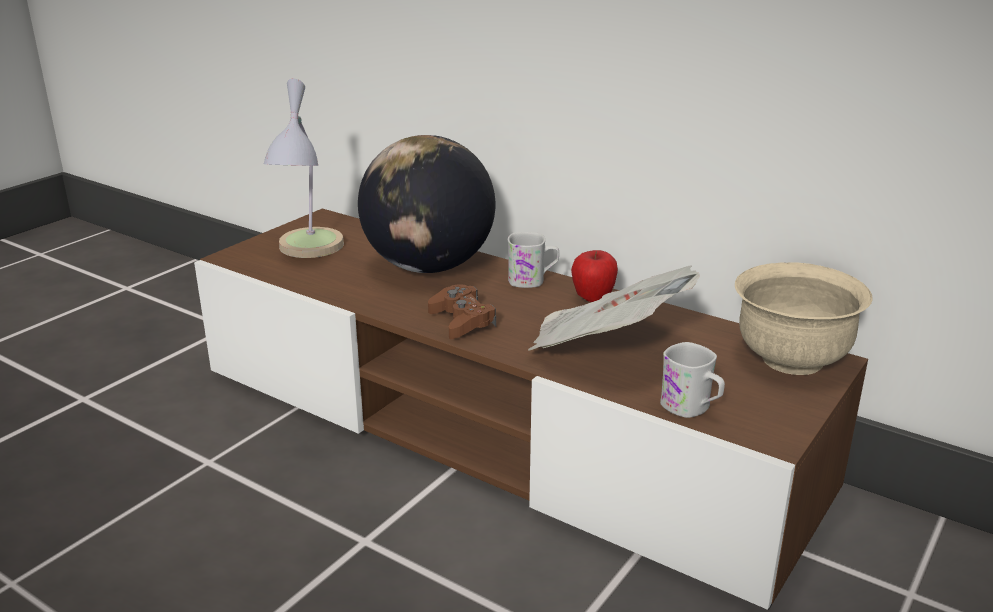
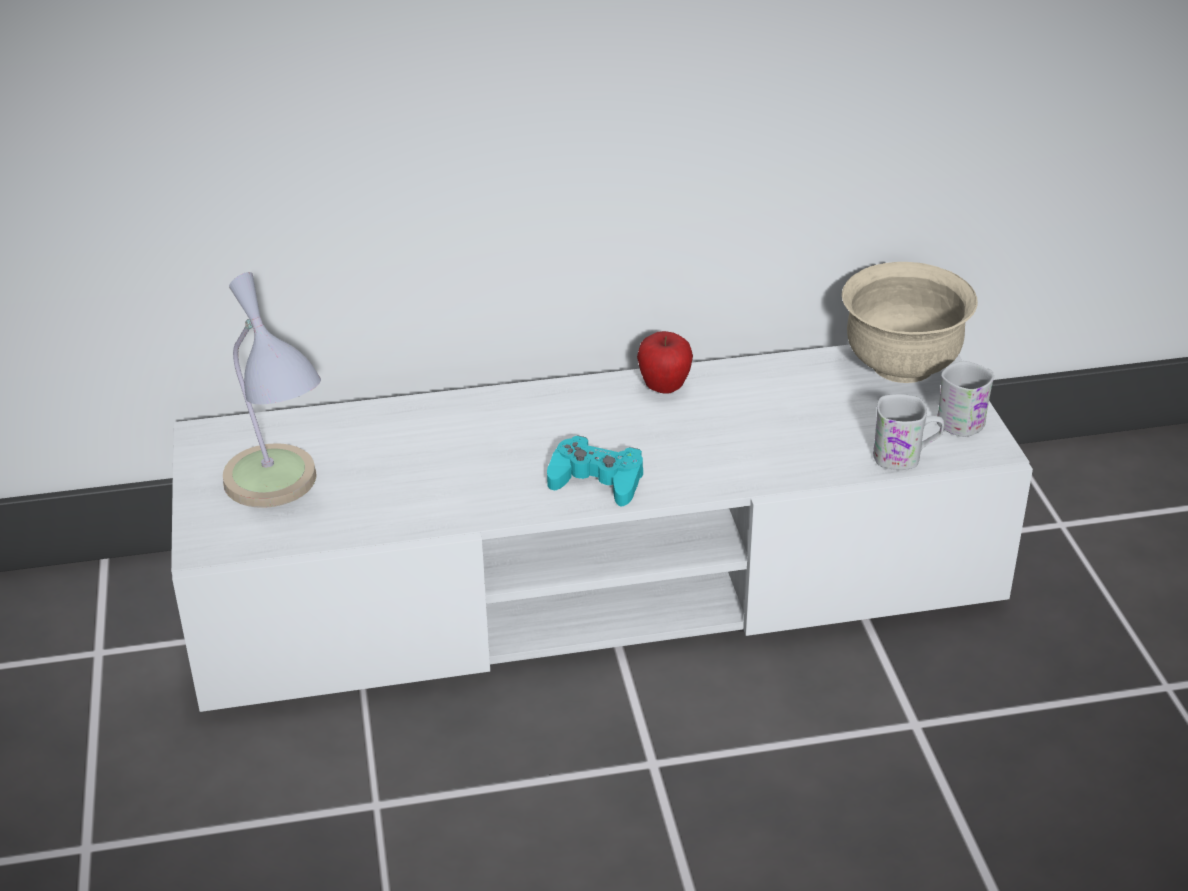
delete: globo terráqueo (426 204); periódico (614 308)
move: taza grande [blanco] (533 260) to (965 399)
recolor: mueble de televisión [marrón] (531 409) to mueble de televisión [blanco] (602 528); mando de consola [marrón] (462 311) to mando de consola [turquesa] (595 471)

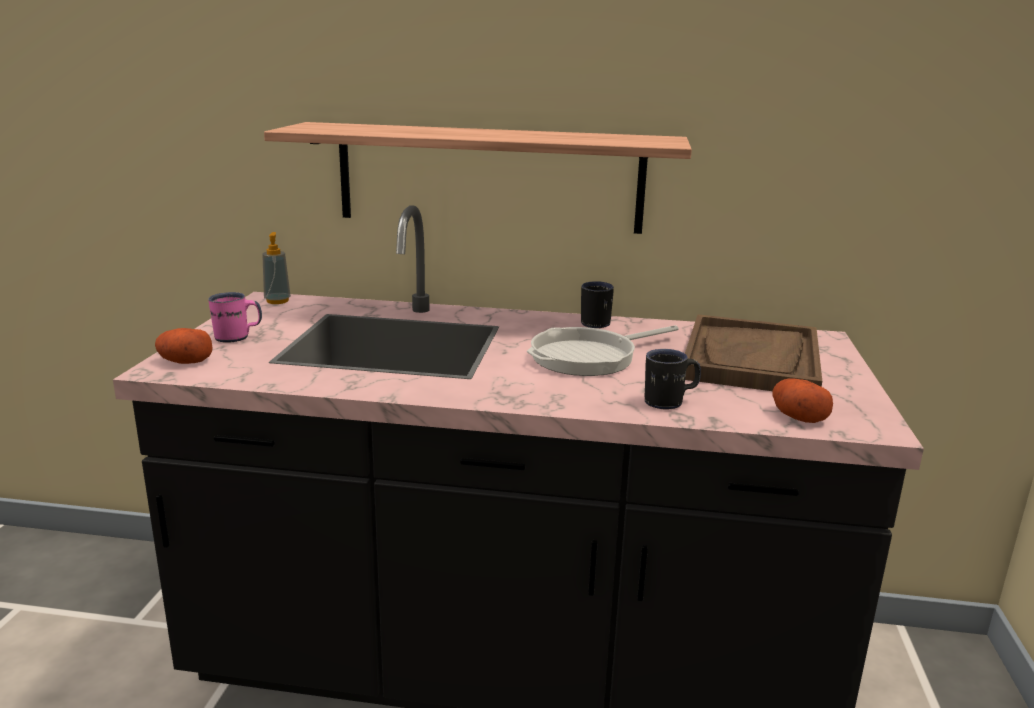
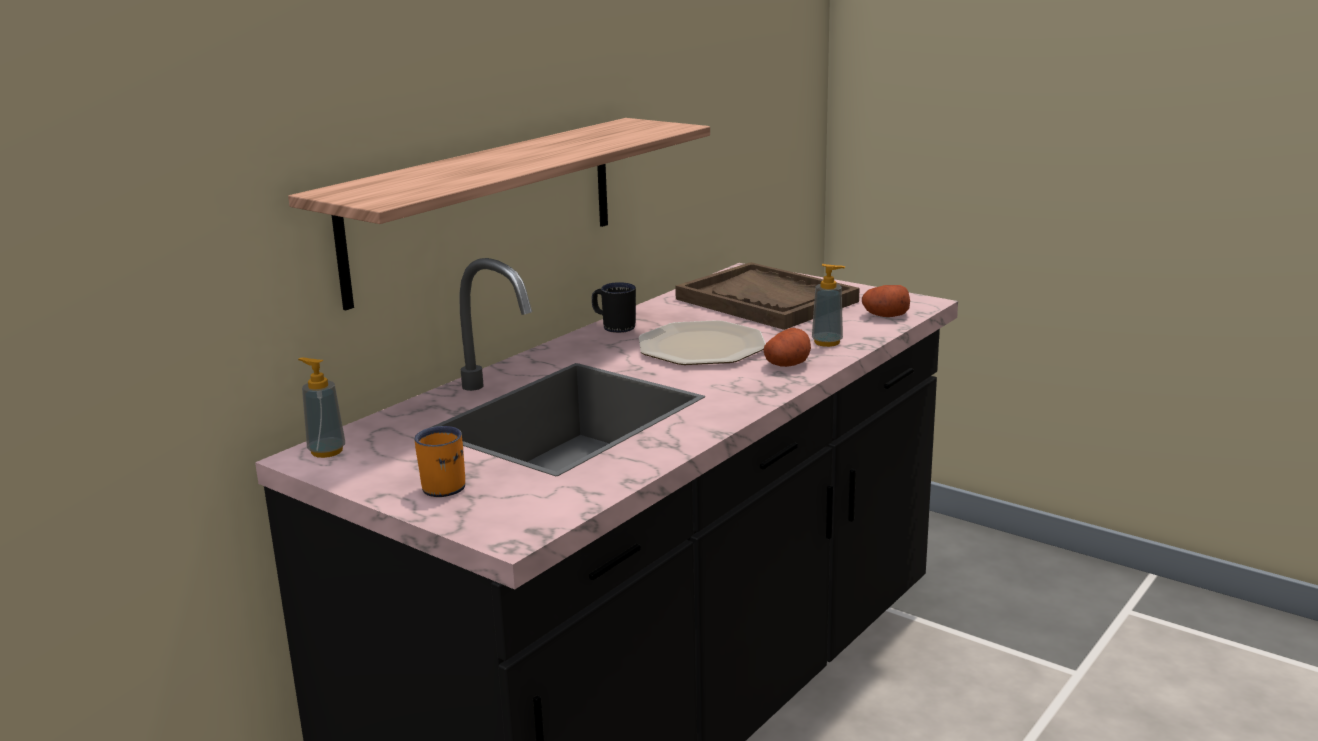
move: patata (184 346) to (787 347)
replace: sartén (603 350) to plato (702 342); taza grande [negro] (673 379) to dispensador de jabón (828 305)
recolor: taza grande [rosa] (235 317) to taza grande [naranja] (439 461)

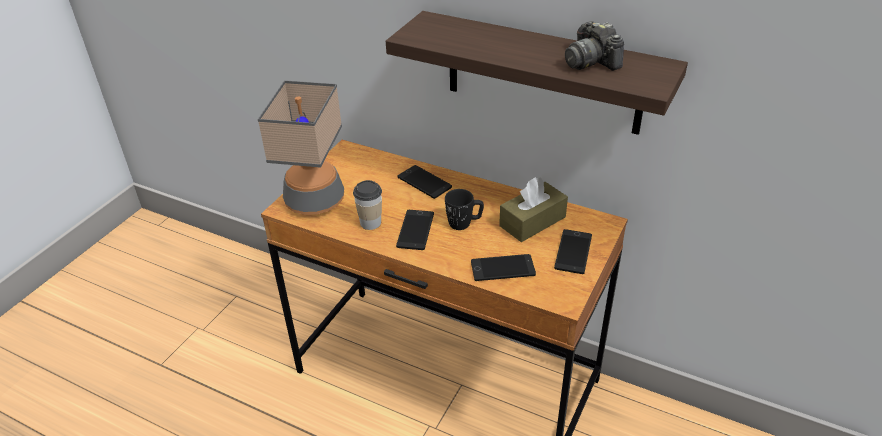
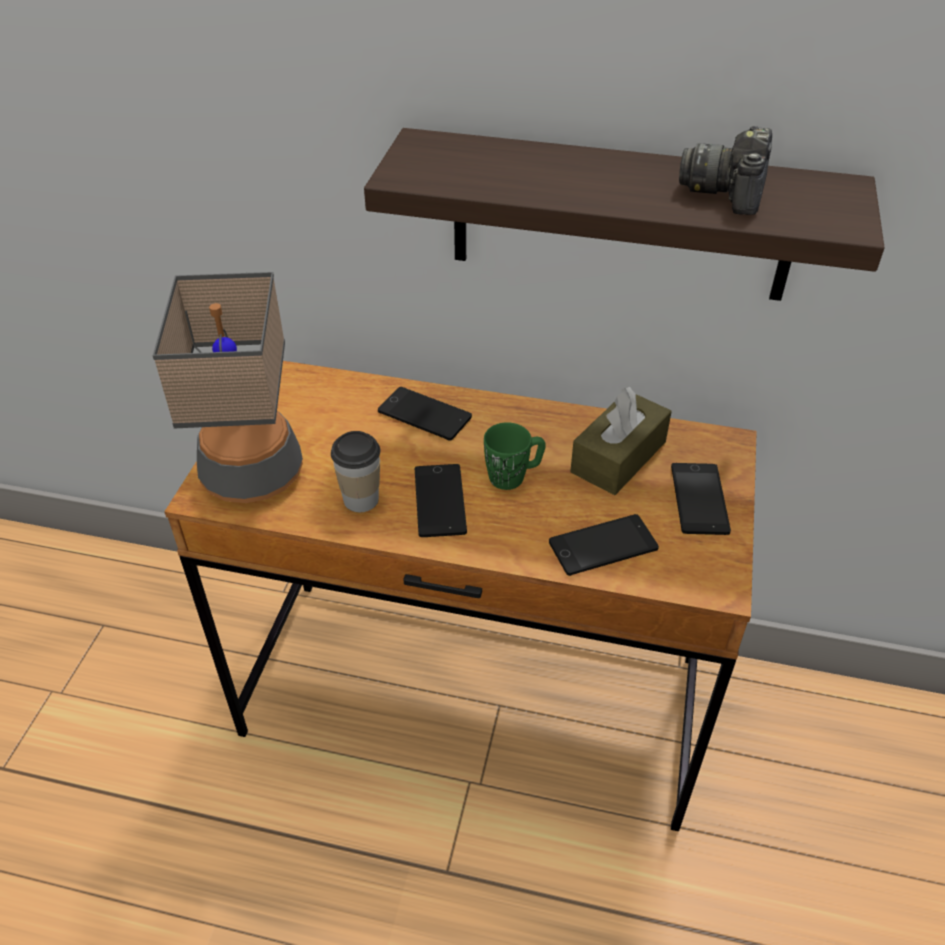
recolor: taza grande [negro] (464 209) to taza grande [verde] (515 456)
rotate: cámara (594 46) = (725 170) 60 degrees clockwise

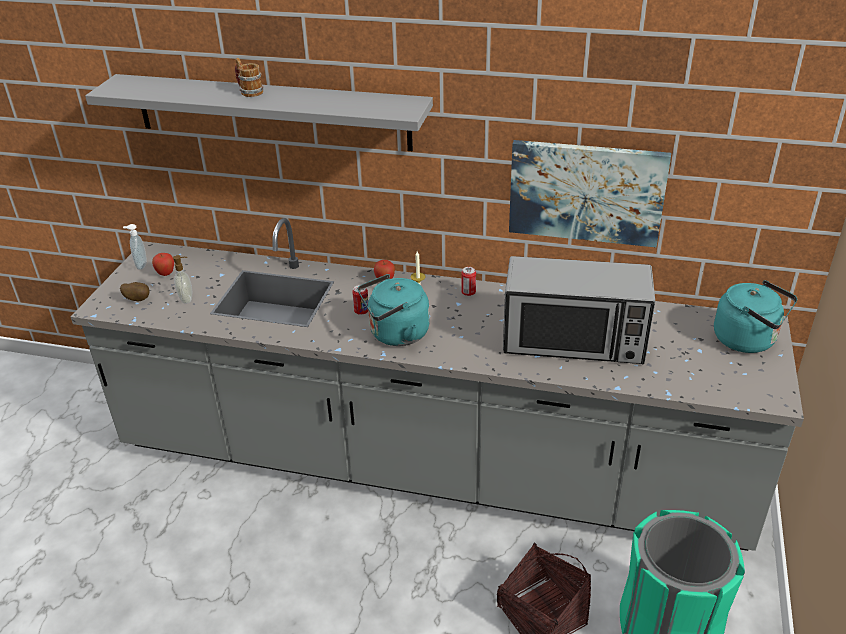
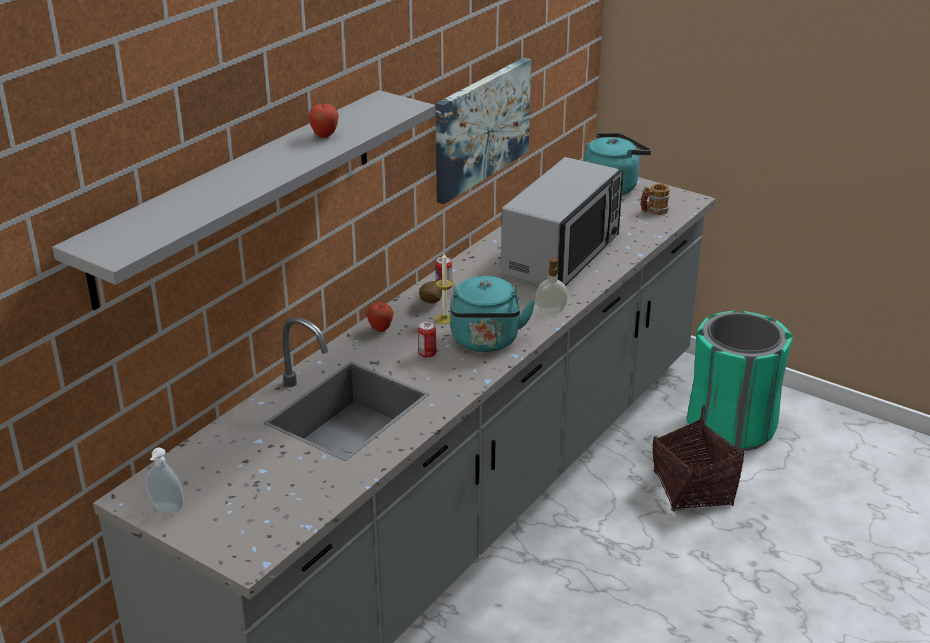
move: patata (135 291) to (430 292); manzana (163 264) to (324 121); dispensador de jabón (183 279) to (551 285); taza grande (249 77) to (655 199)

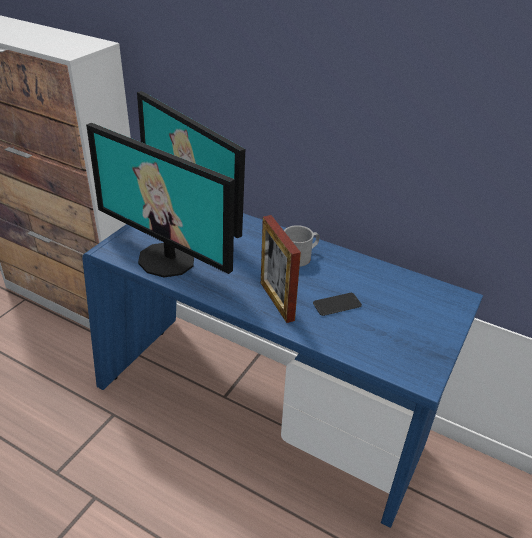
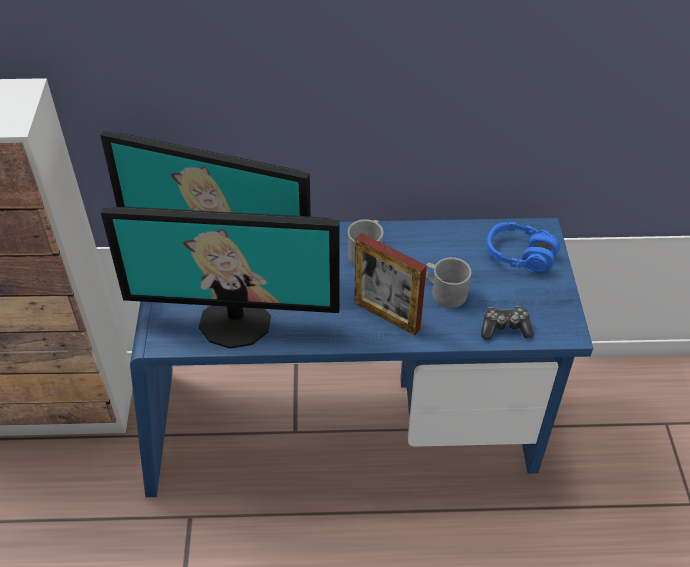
insert: mando de consola (507 323); auriculares [azul] (523 247)
replace: móvil (337 304) to taza grande [gris] (449 282)

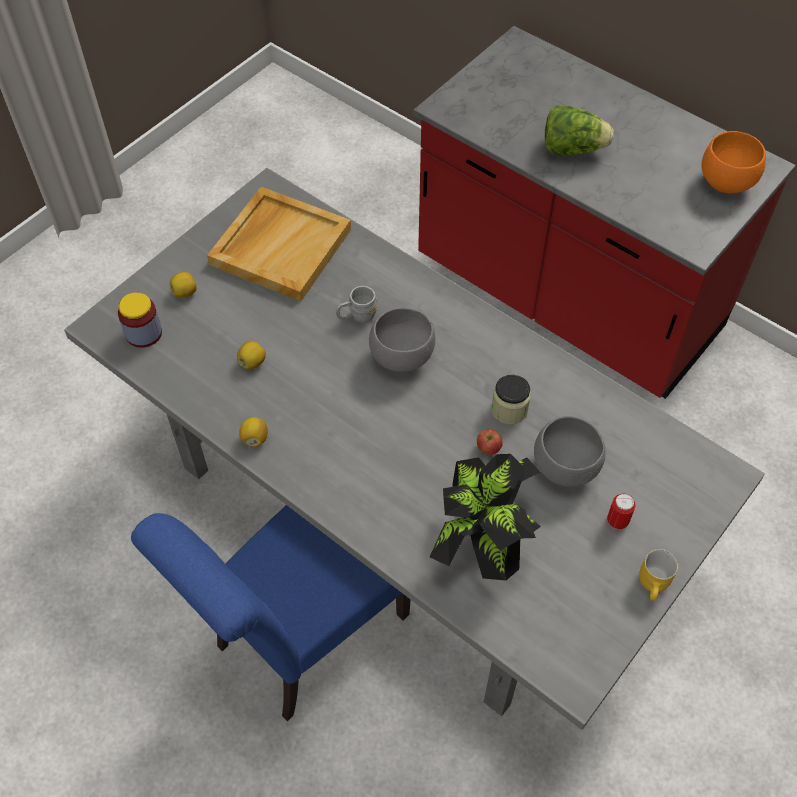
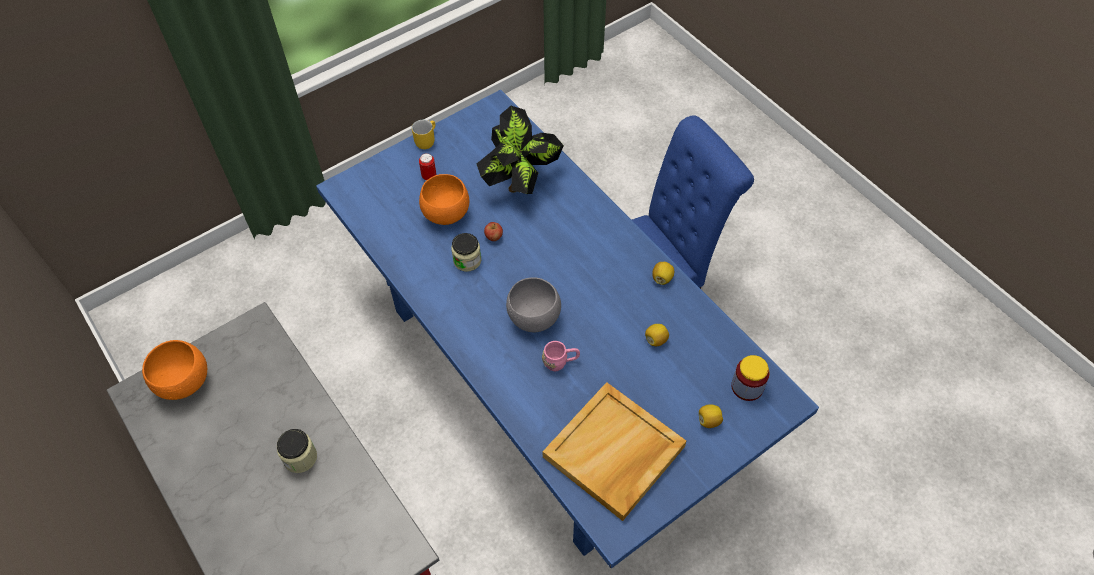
replace: lechuga (579 130) to tarro (297 451)
recolor: mesa de comedor [gris] (414 448) to mesa de comedor [azul] (567 329); taza grande [gris] (356 304) to taza grande [rosa] (561 356); cuenco [gris] (570 451) to cuenco [naranja] (444 199)

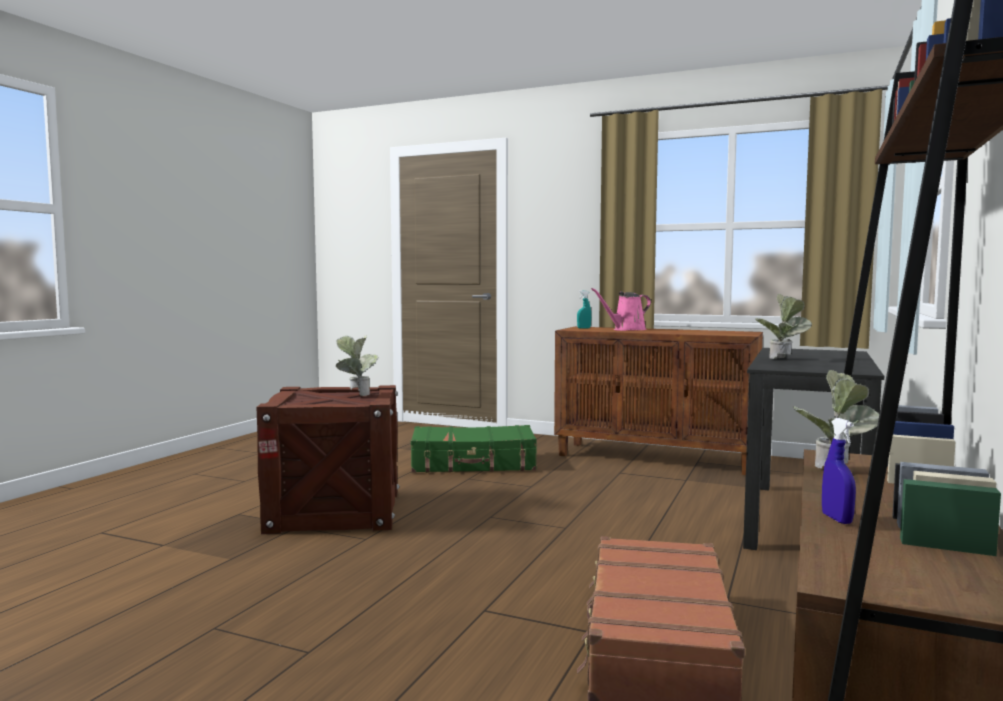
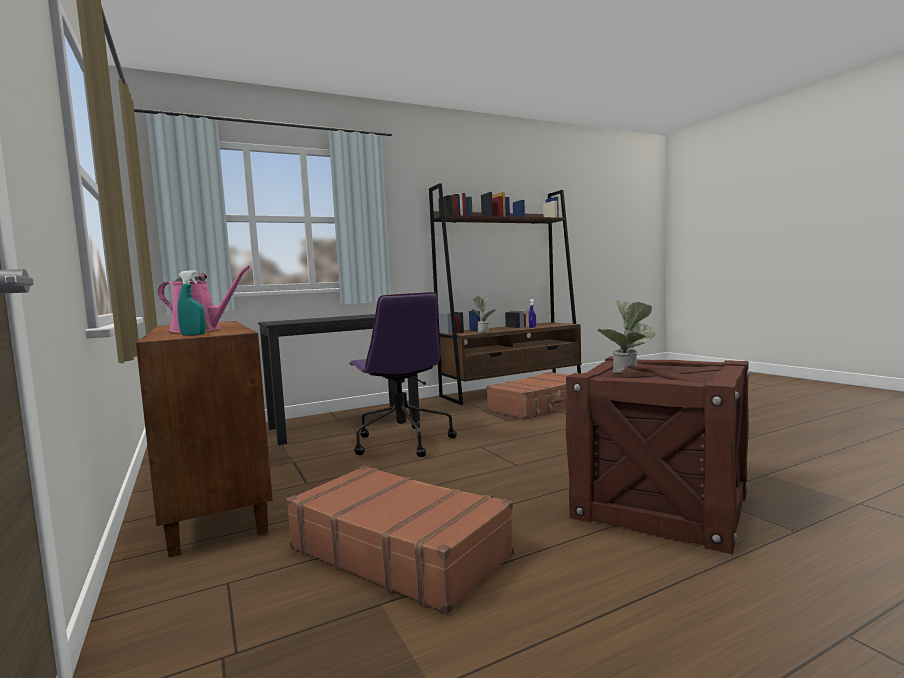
delete: planta en maceta (783 326)
insert: silla de oficina [morado] (403 374)
recolor: maleta [verde] (474 449) to maleta [marrón] (400 540)

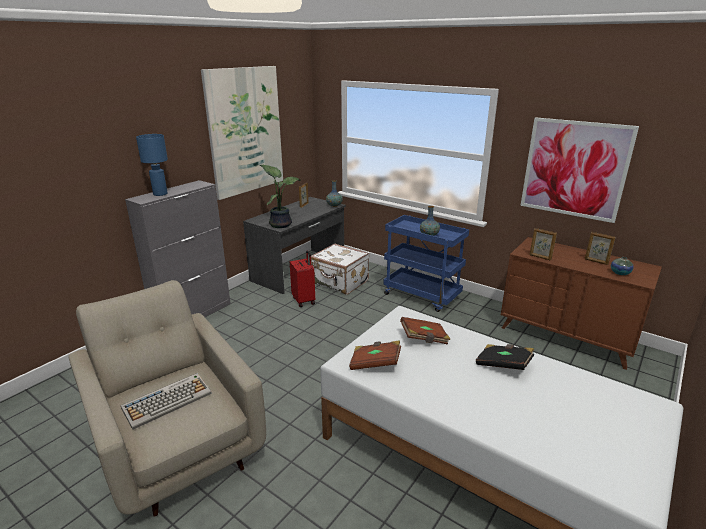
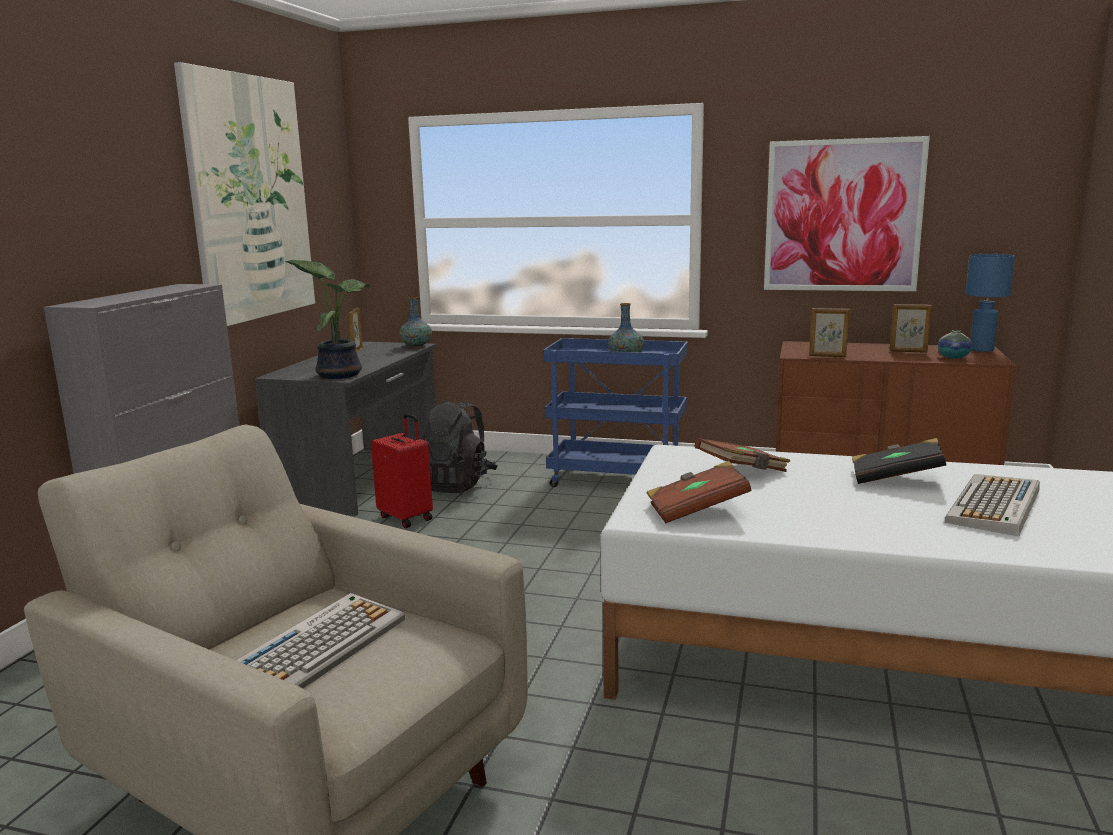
insert: teclado (992 505)
move: lámpara de mesa [azul] (152 165) to (990 303)
replace: maleta [blanco] (340 269) to mochila [negro] (458 446)

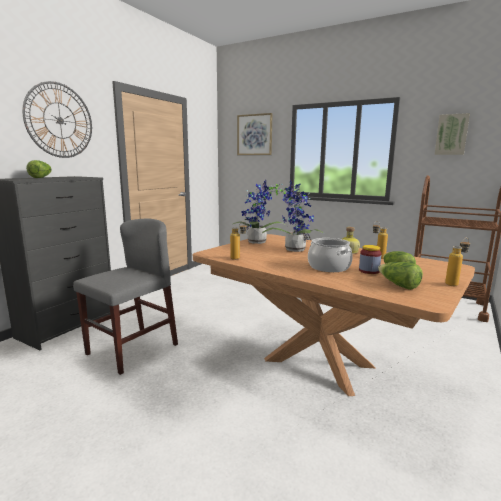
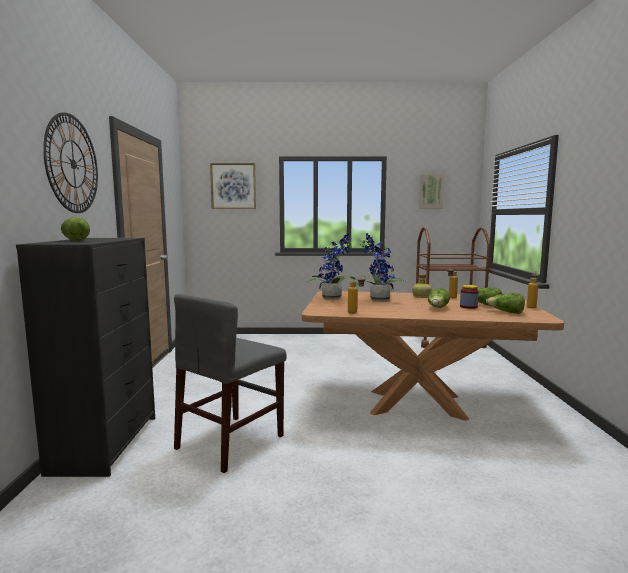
replace: olla (330 255) to lechuga (439 298)
rotate: silla [gris] (125 297) = (230 383) 150 degrees counterclockwise

